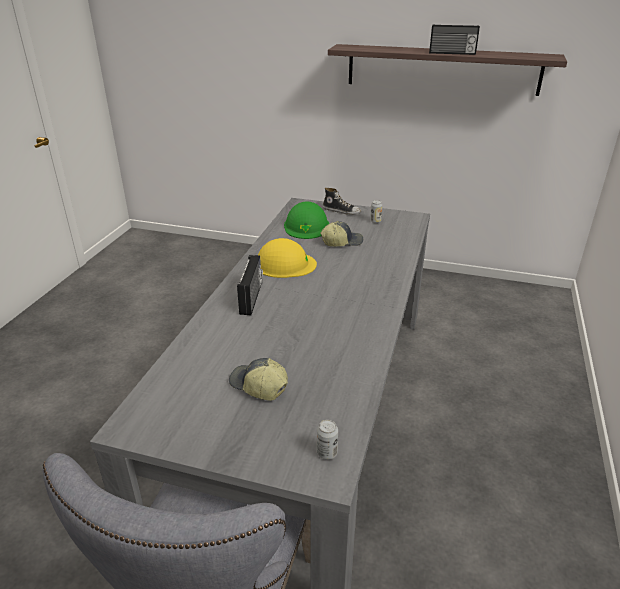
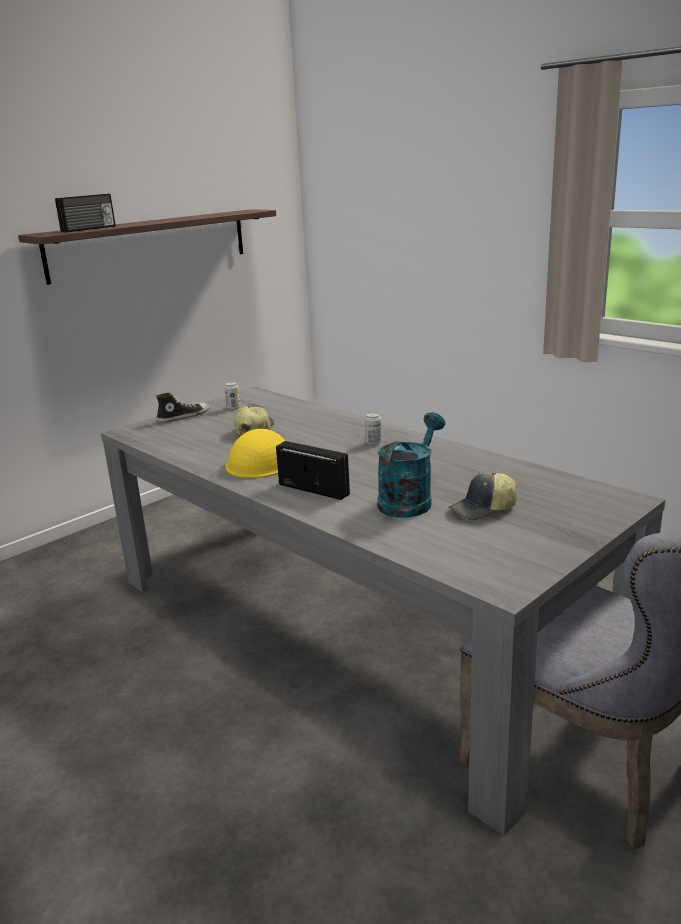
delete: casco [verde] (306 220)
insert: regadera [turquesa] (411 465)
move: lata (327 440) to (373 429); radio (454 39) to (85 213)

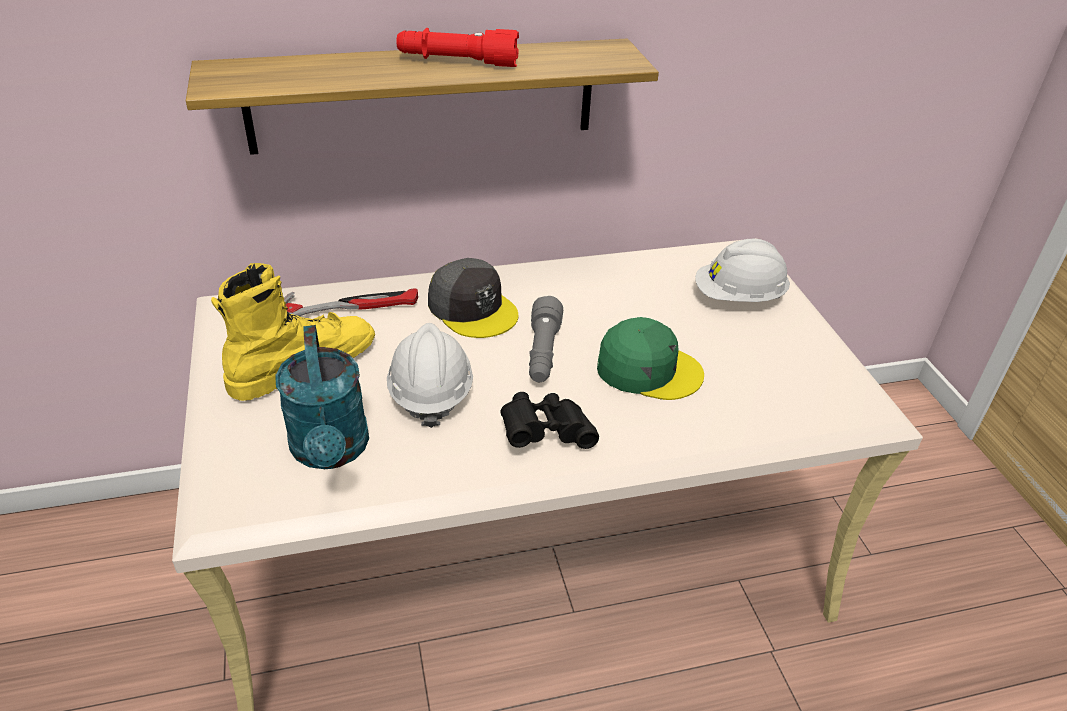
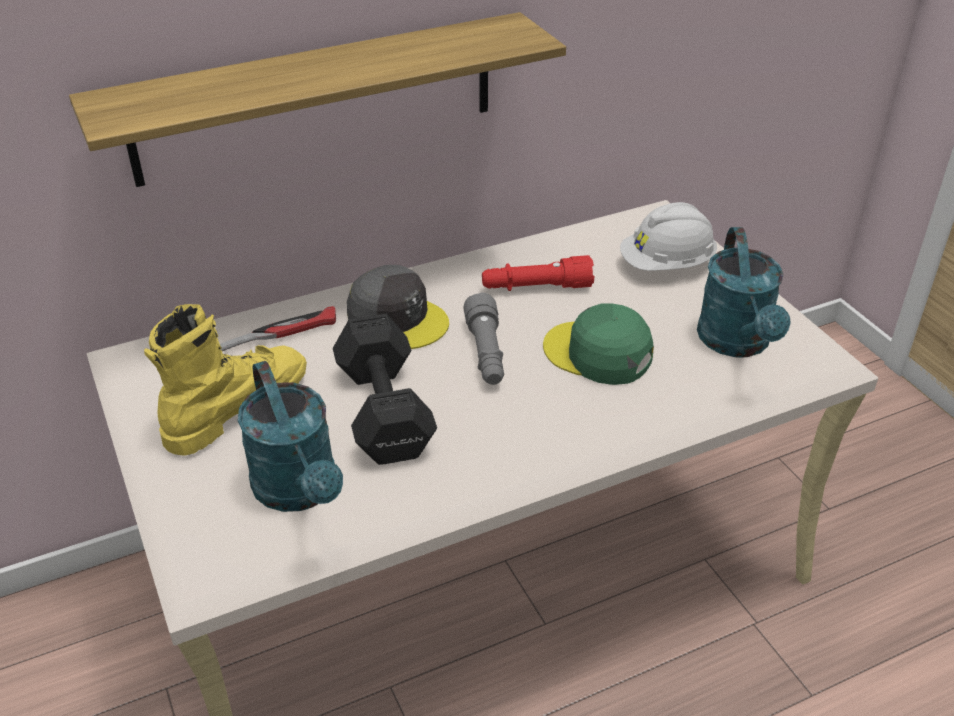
delete: prismáticos [negro] (549 420)
insert: regadera [turquesa] (743 292)
move: linterna [rojo] (458 47) to (538 273)
replace: casco [blanco] (430 375) to mancuerna [negro] (385 389)
rotate: gorra [verde] (650 358) = (598 344) 150 degrees counterclockwise

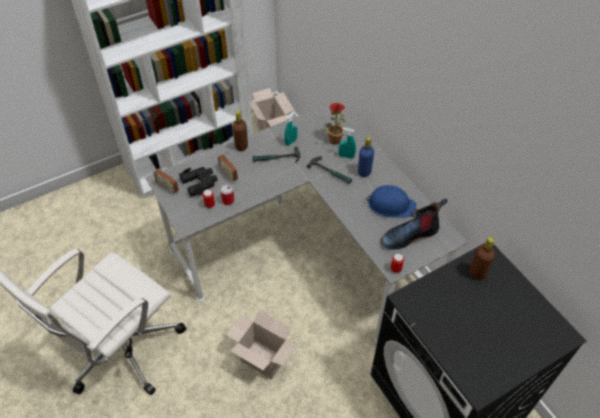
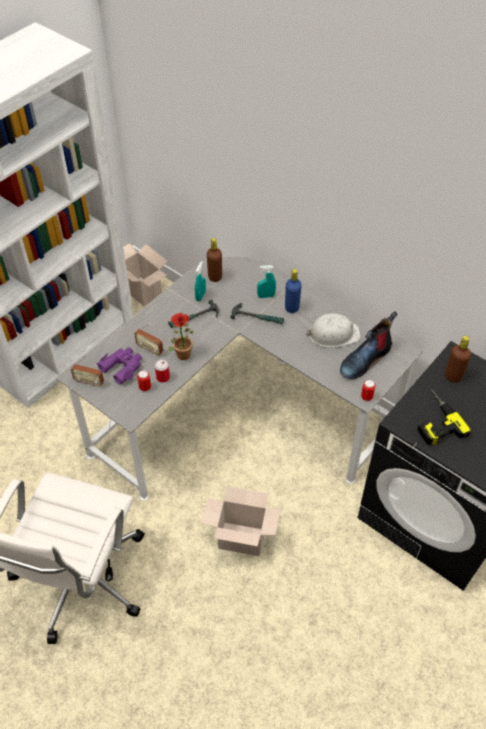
insert: taladro (444 417)
move: botella [marrón] (240 131) to (214 260); planta en maceta (333 124) to (181 336)
recolor: prismáticos [negro] (198 182) to prismáticos [morado] (119 366); casco [azul] (390 201) to casco [blanco] (334 330)

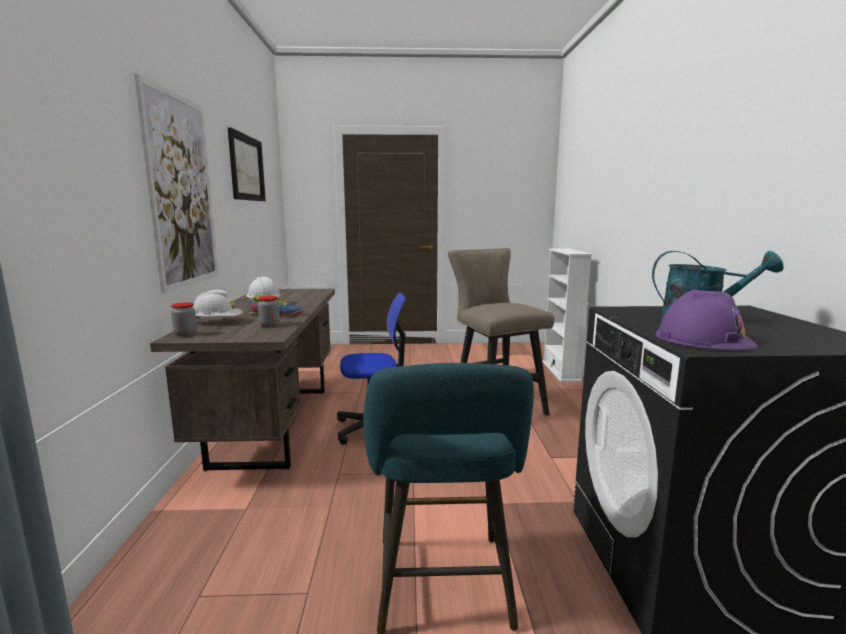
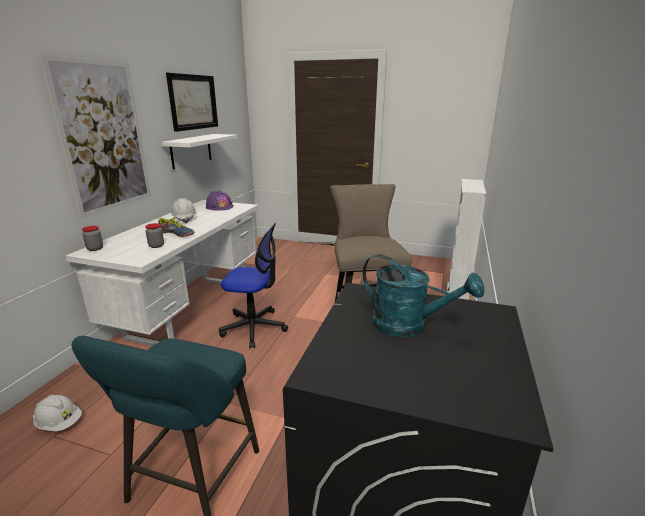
insert: estante [blanco] (199 151)
move: casco [blanco] (218 306) to (57 413); casco [morado] (706 320) to (220 200)
recolor: escritorio [marrón] (242 380) to escritorio [blanco] (161 273)

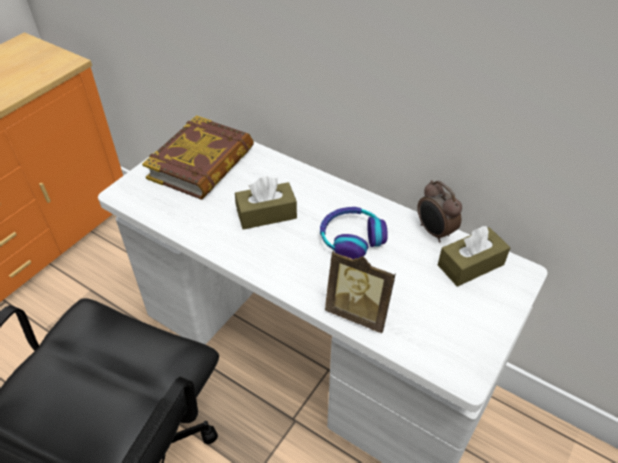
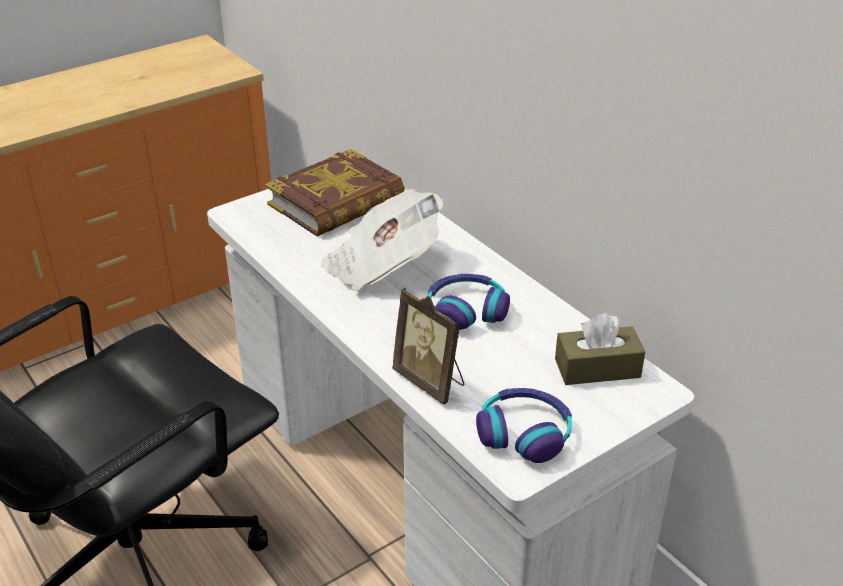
delete: despertador (439 211)
insert: auriculares (524 425)
replace: caja de pañuelos [marrón] (266 203) to periódico (382 240)

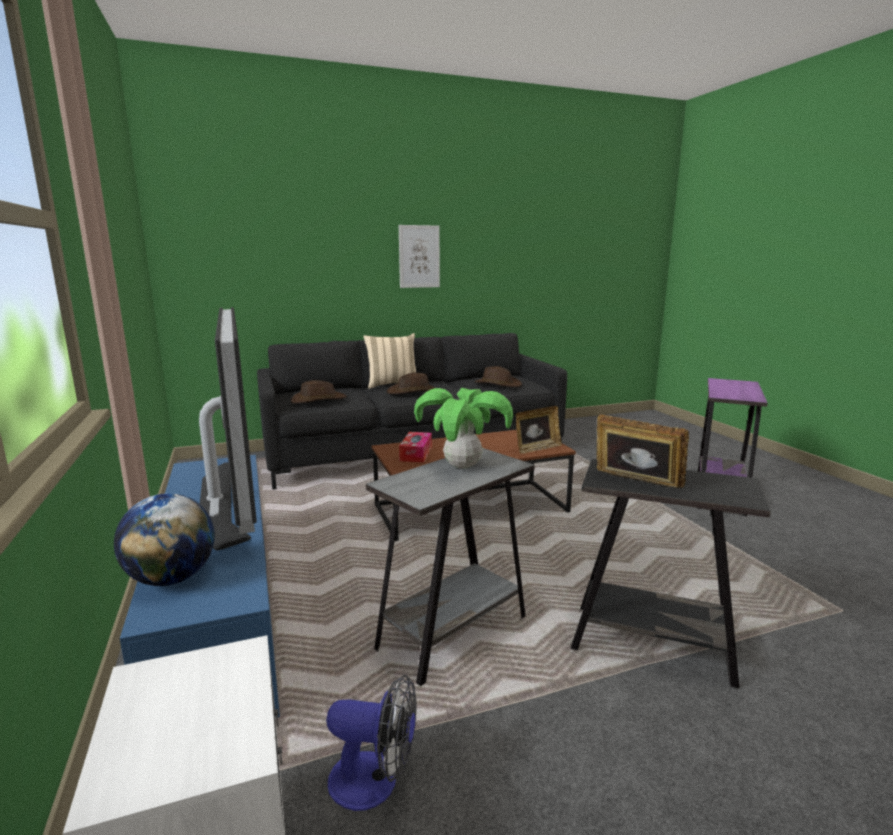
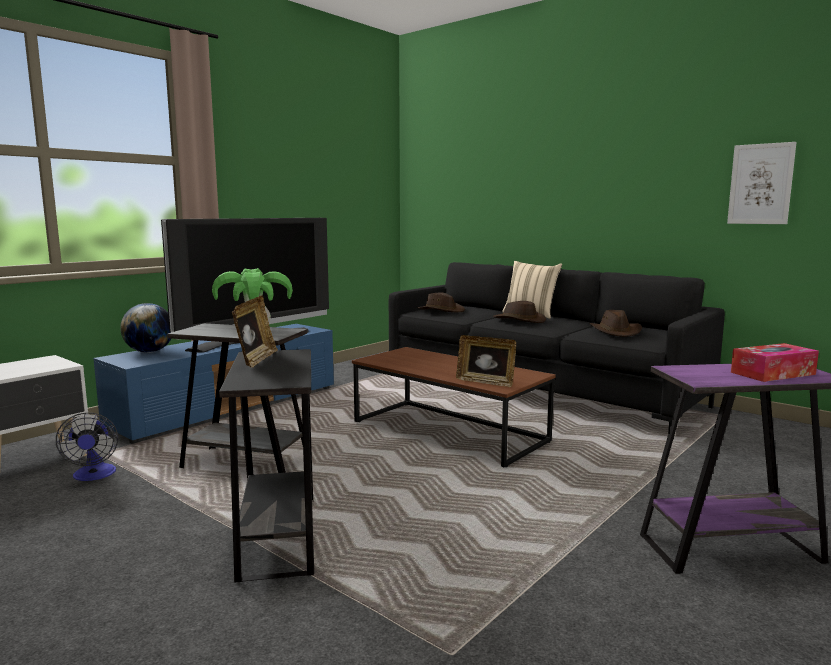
move: cuadro (419 256) to (762 183); caja de pañuelos (415 447) to (775 362)

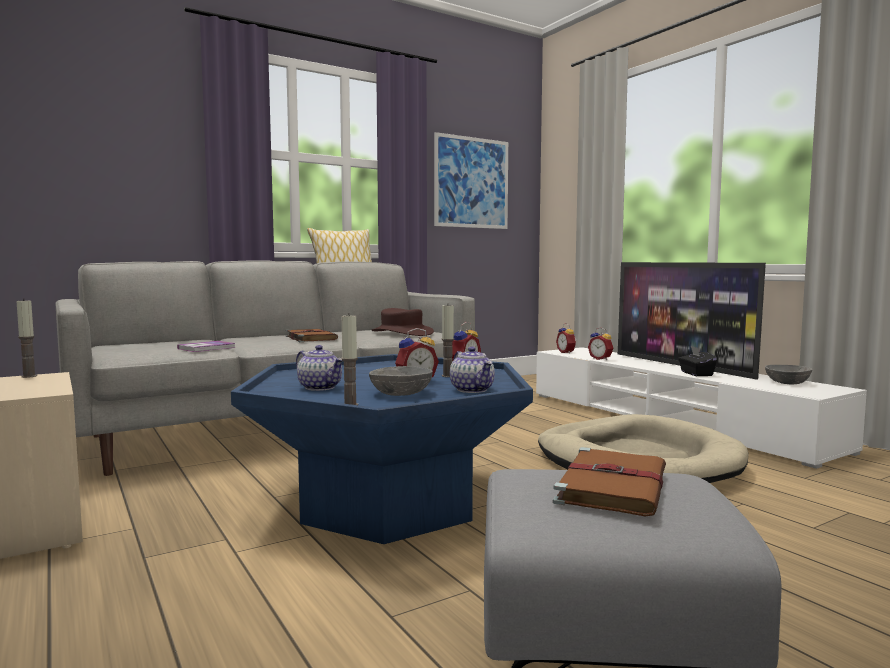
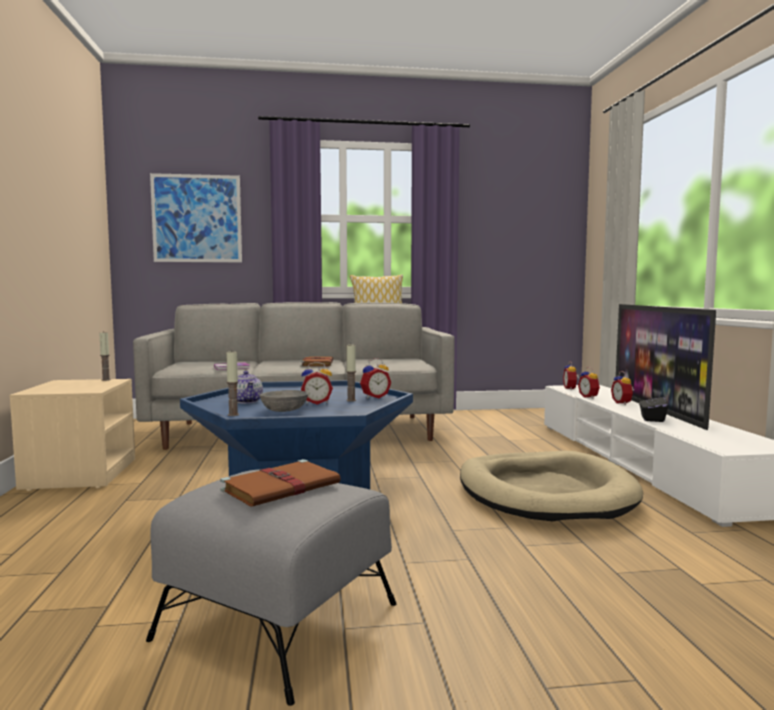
delete: sombrero [marrón] (403 322); tetera (472 369); cuenco [gris] (788 374)
insert: despertador (622 388)
move: cuadro (471 180) to (196 217)

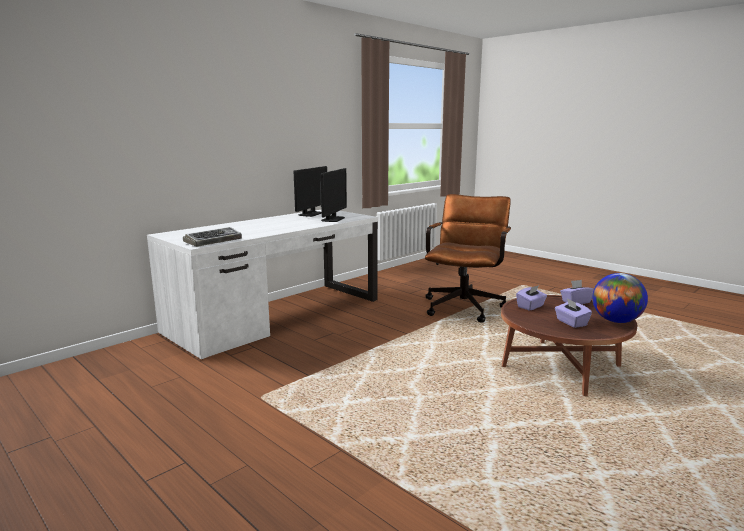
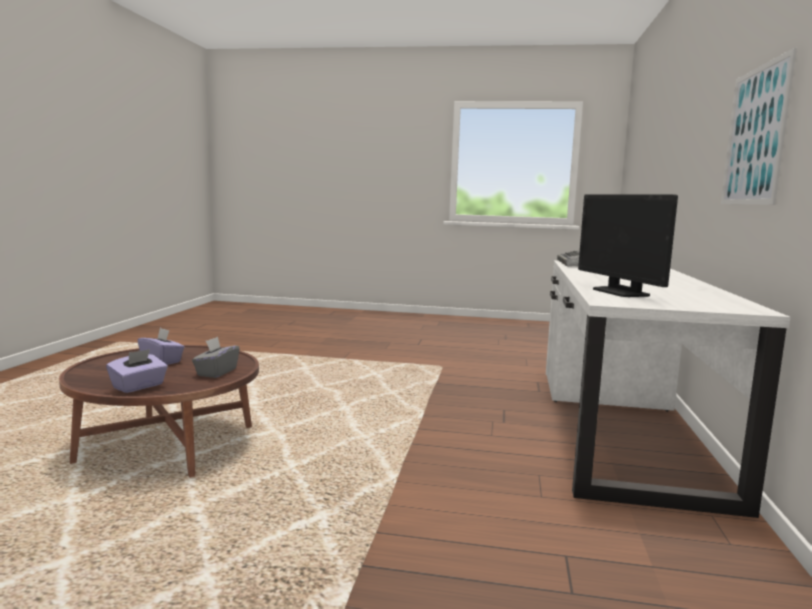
delete: monitor (310 191); silla de oficina [marrón] (468 258); globo terráqueo (620 298)
insert: cuadro (759 126)
recolor: caja de pañuelos [morado] (531 298) to caja de pañuelos [gris] (216 357)

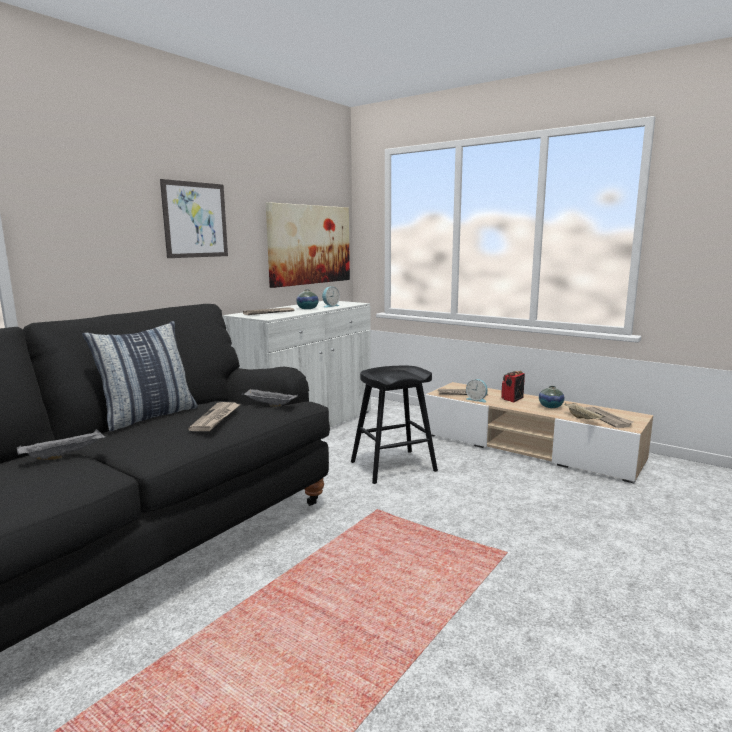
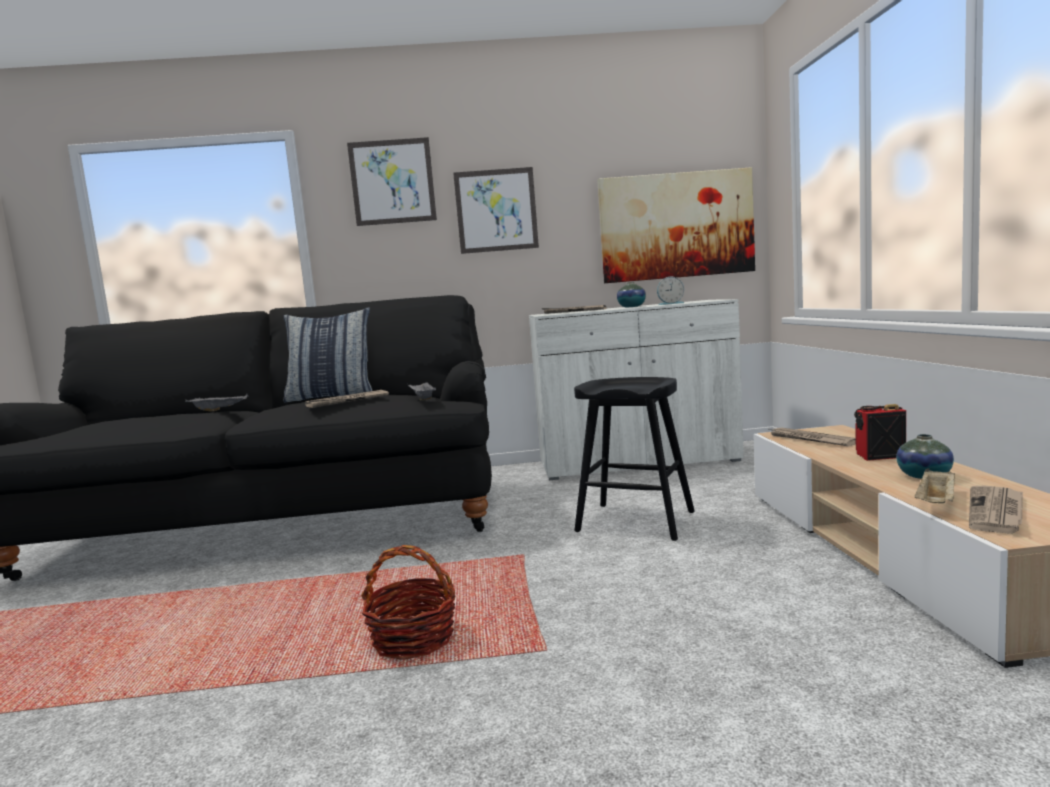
delete: despertador (477 391)
insert: cuadro (392 181); cesta (408 602)

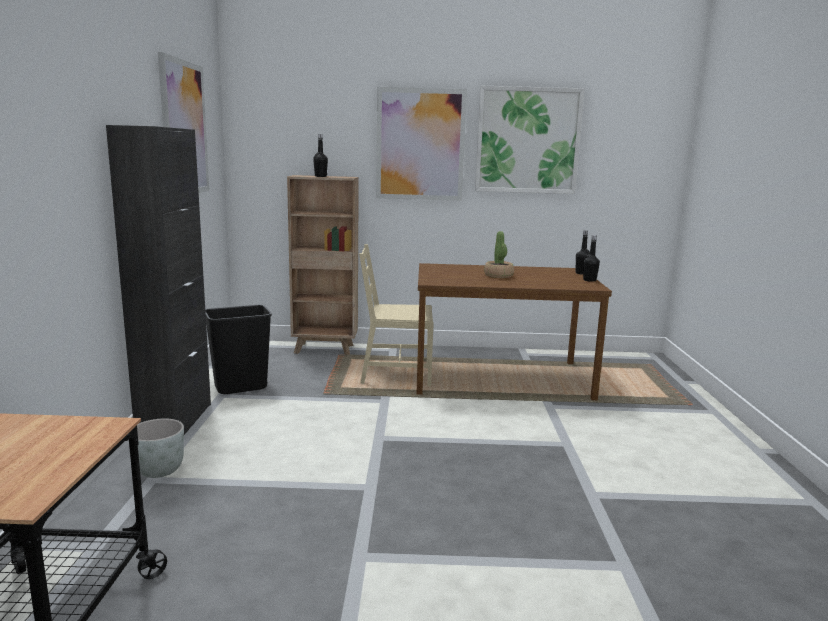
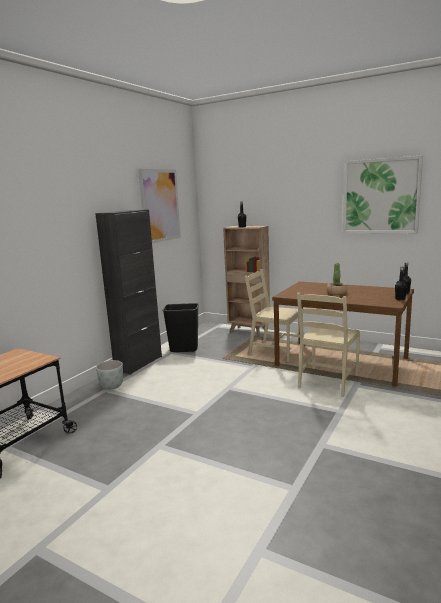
delete: cuadro (421 144)
insert: silla [beis] (328 345)

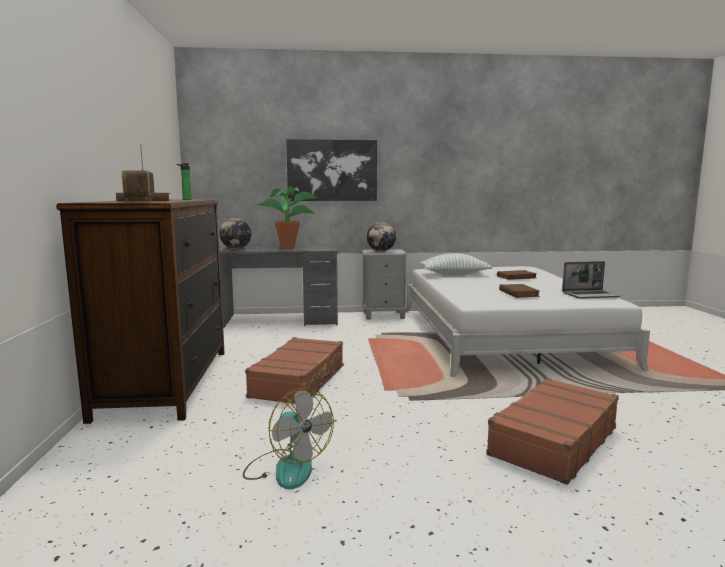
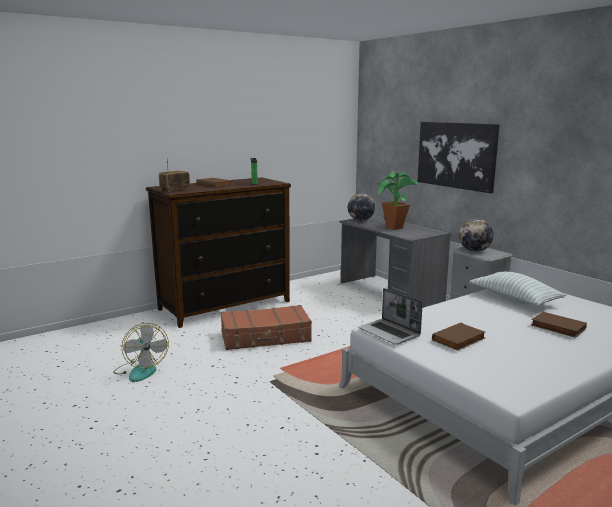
delete: maleta [marrón] (552 431)
move: portátil (591 280) to (390 316)
rotate: ventilador (288 438) = (141 352) 45 degrees counterclockwise

